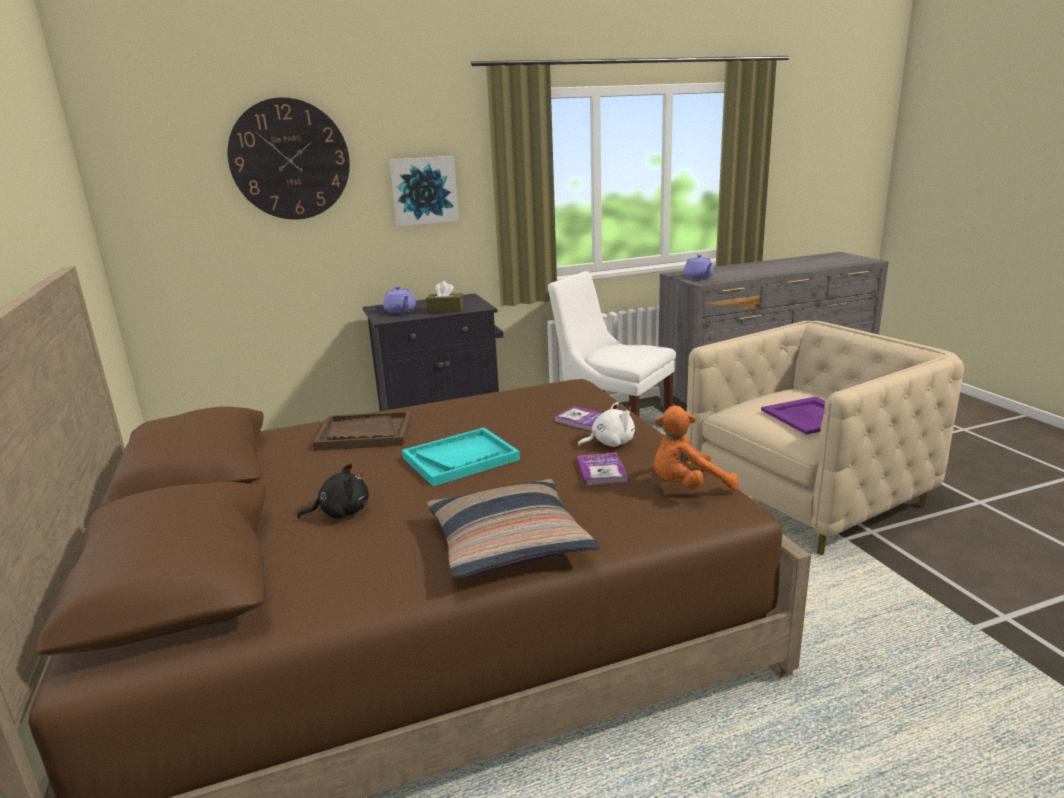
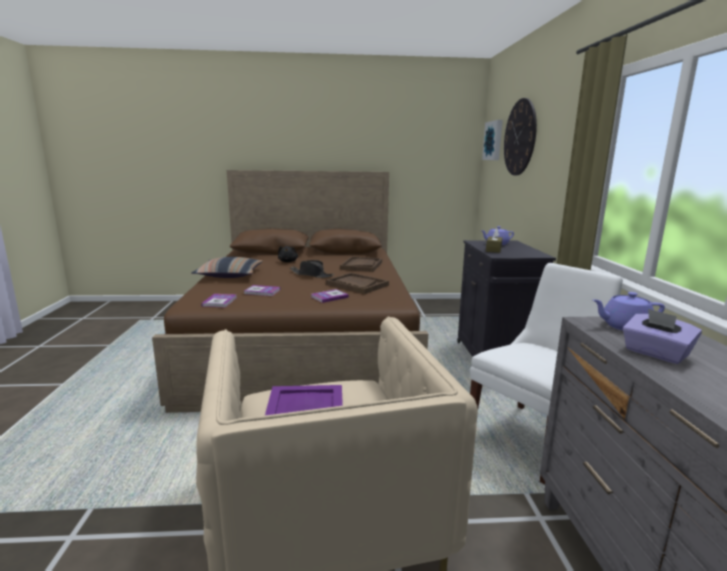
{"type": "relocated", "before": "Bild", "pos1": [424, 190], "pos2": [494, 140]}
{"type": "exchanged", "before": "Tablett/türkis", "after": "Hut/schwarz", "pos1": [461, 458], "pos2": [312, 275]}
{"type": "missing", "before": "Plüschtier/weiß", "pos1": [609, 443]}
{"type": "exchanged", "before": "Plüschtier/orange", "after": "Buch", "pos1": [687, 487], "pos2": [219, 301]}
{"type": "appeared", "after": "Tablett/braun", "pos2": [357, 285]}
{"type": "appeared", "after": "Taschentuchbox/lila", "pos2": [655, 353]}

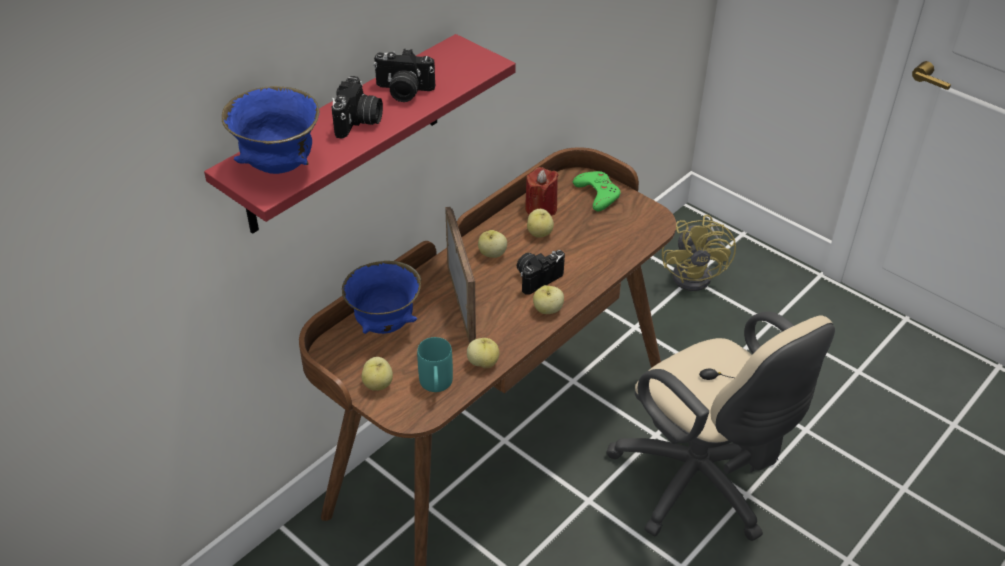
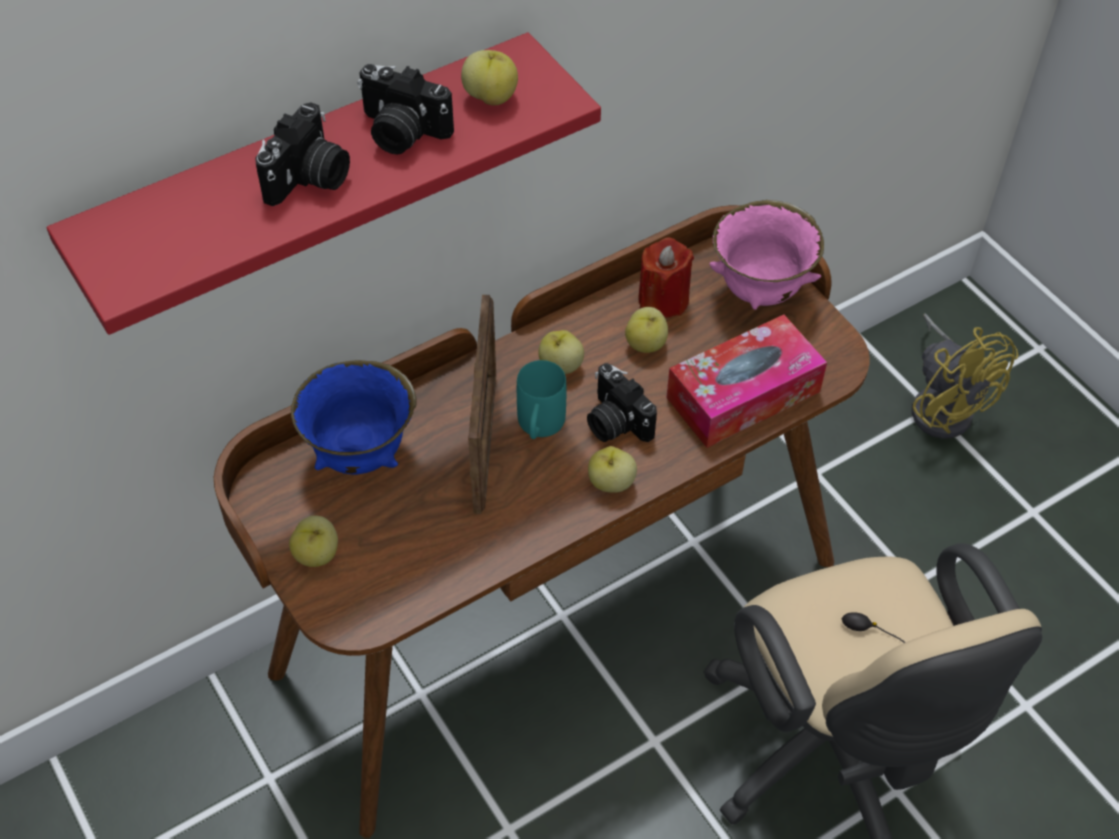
{"type": "missing", "before": "Schüssel/blau", "pos1": [279, 167]}
{"type": "relocated", "before": "Henkelbecher/türkis", "pos1": [436, 386], "pos2": [539, 428]}
{"type": "relocated", "before": "Apfel", "pos1": [483, 363], "pos2": [491, 97]}
{"type": "spun", "before": "Kamera", "pos1": [537, 278], "pos2": [614, 422], "turn": -105}
{"type": "exchanged", "before": "Gamepad/grün", "after": "Schüssel/rosa", "pos1": [597, 194], "pos2": [761, 291]}
{"type": "spun", "before": "Ventilator/gelb", "pos1": [697, 275], "pos2": [943, 404], "turn": -45}
{"type": "appeared", "after": "Taschentuchbox", "pos2": [743, 394]}

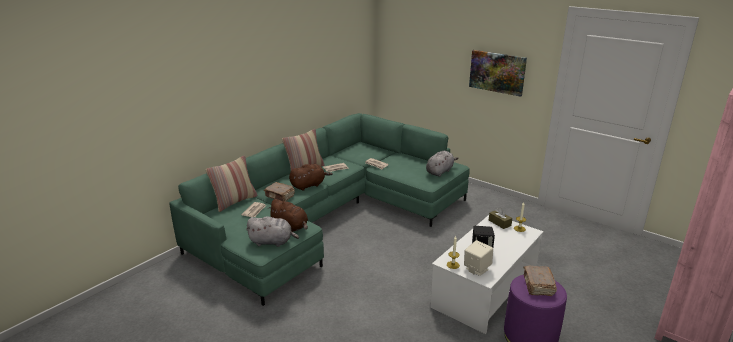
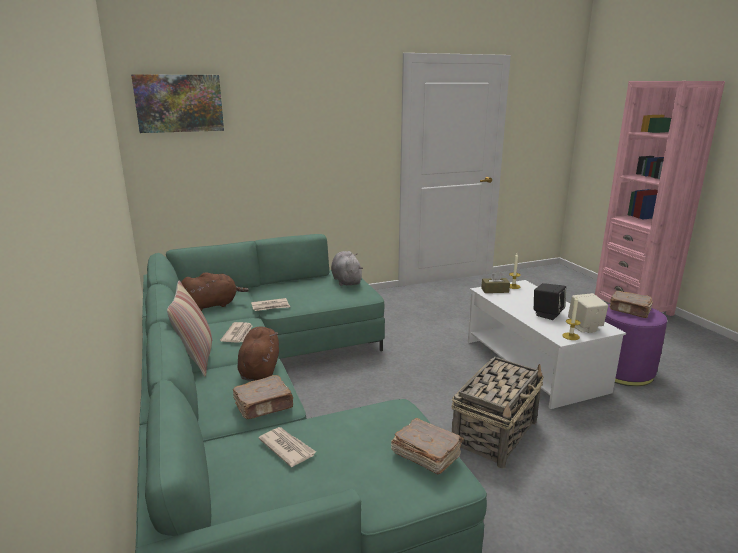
{"type": "missing", "before": "Kissen", "pos1": [234, 201]}
{"type": "exchanged", "before": "Plüschtier/grau", "after": "Buch/braun", "pos1": [272, 242], "pos2": [425, 454]}
{"type": "relocated", "before": "Plüschtier/braun", "pos1": [290, 227], "pos2": [213, 305]}
{"type": "relocated", "before": "Bild", "pos1": [497, 72], "pos2": [179, 103]}
{"type": "appeared", "after": "Korb", "pos2": [495, 433]}

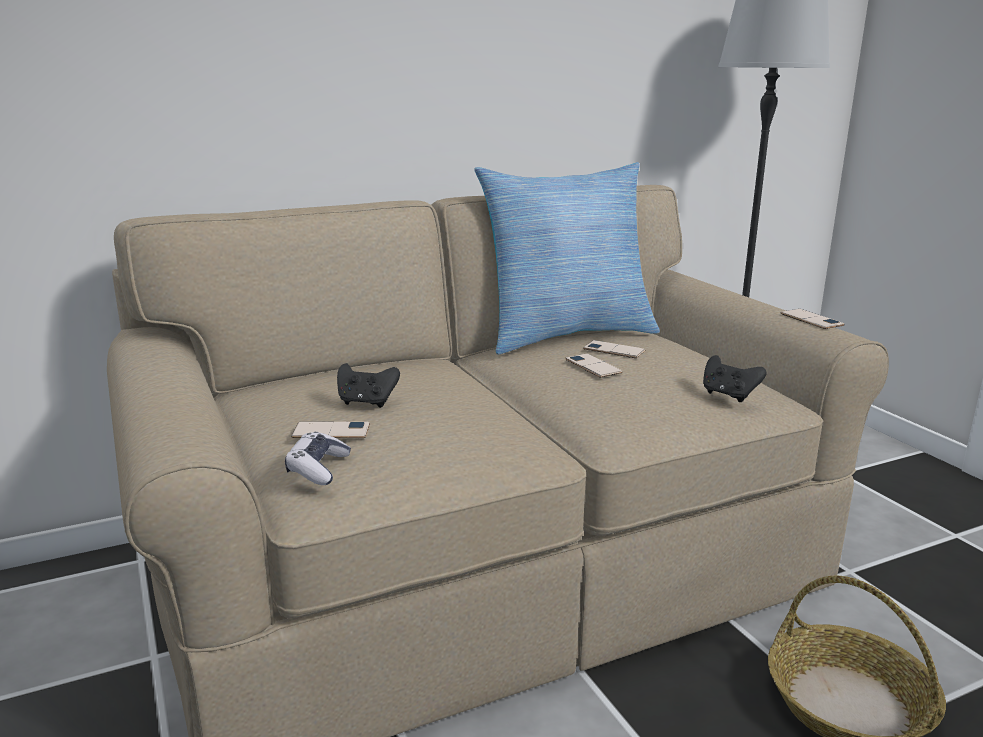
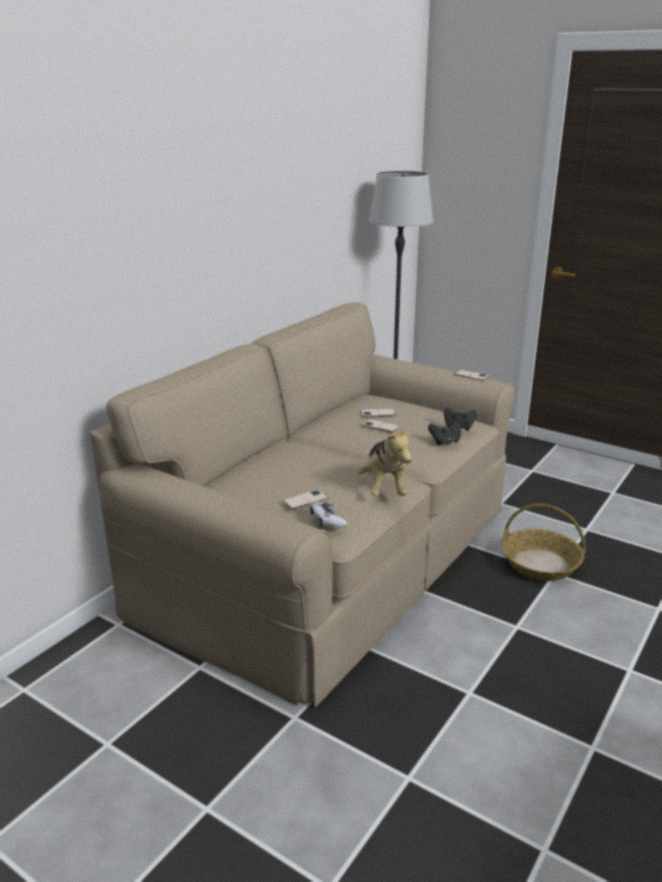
{"type": "relocated", "before": "Gamepad/schwarz", "pos1": [366, 402], "pos2": [445, 442]}
{"type": "missing", "before": "Kissen", "pos1": [565, 334]}
{"type": "appeared", "after": "Plüschtier", "pos2": [383, 488]}

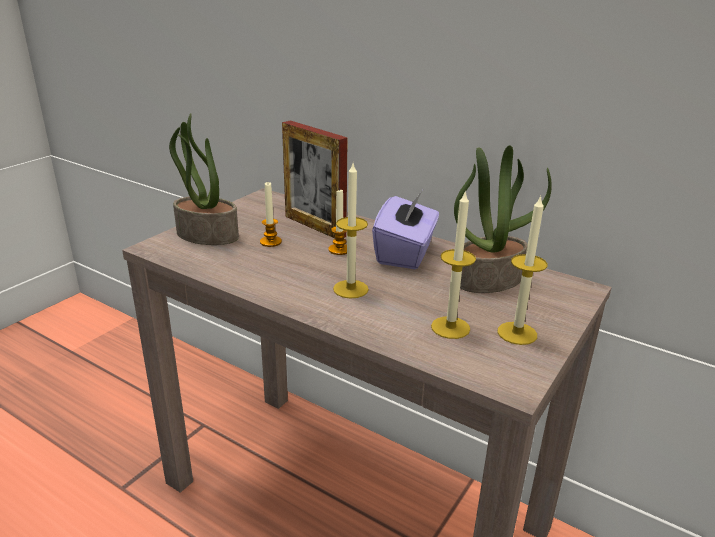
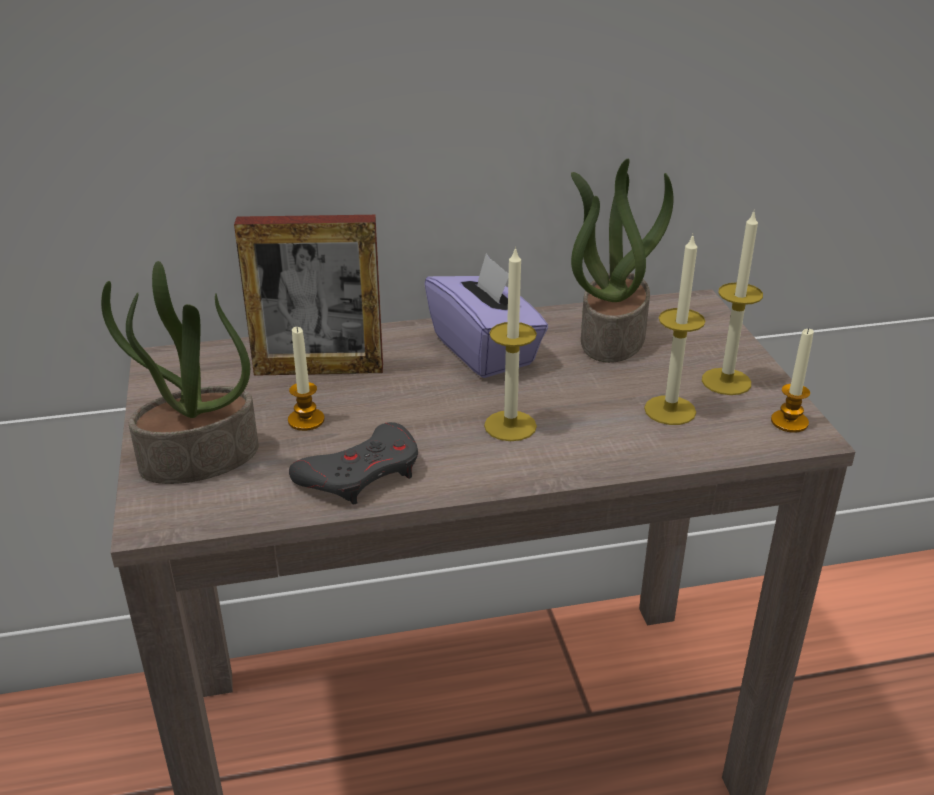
{"type": "relocated", "before": "Kerze", "pos1": [339, 250], "pos2": [789, 422]}
{"type": "appeared", "after": "Gamepad/grau", "pos2": [361, 473]}

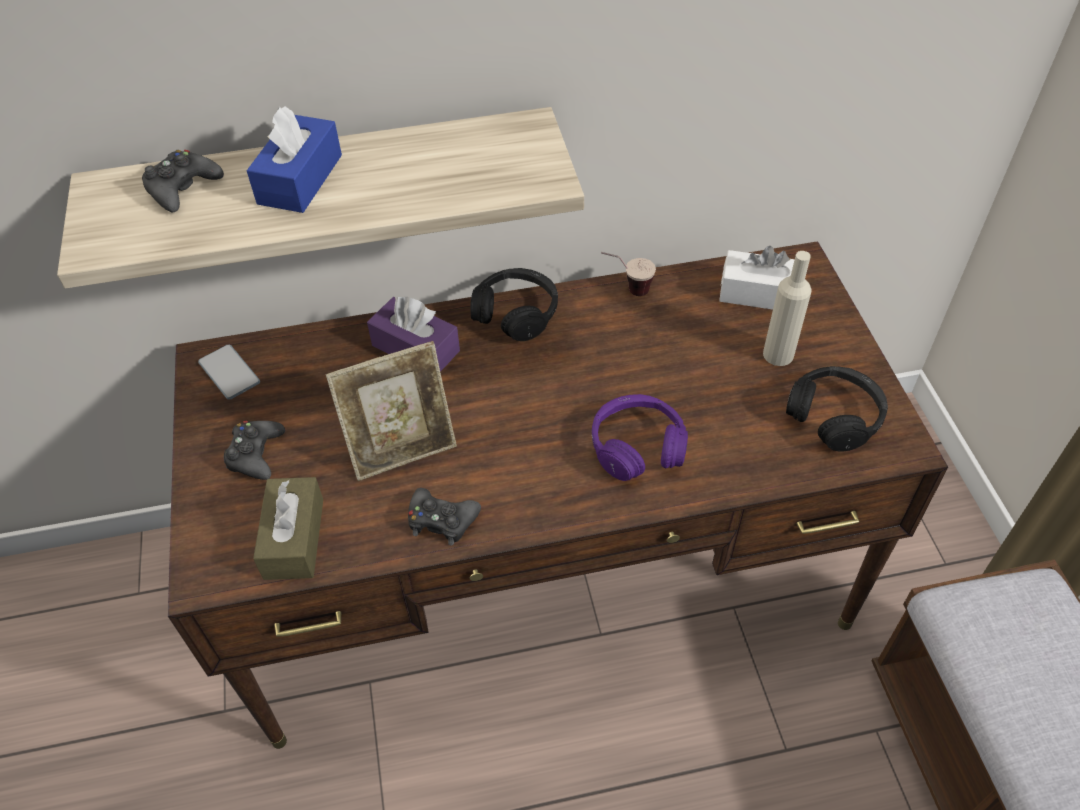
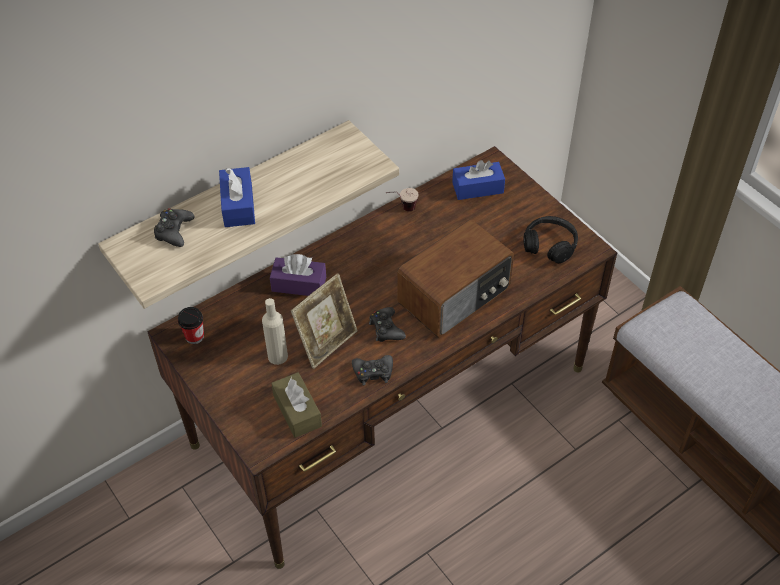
{"type": "exchanged", "before": "Handy", "after": "Tasse", "pos1": [229, 373], "pos2": [194, 336]}
{"type": "relocated", "before": "Gamepad/schwarz", "pos1": [255, 454], "pos2": [386, 329]}
{"type": "missing", "before": "Kopfhörer/schwarz", "pos1": [516, 313]}
{"type": "exchanged", "before": "Kopfhörer/lila", "after": "Radio", "pos1": [637, 446], "pos2": [455, 296]}
{"type": "colour", "before": "Taschentuchbox/weiß", "after": "Taschentuchbox/blau", "pos1": [759, 293], "pos2": [477, 188]}
{"type": "relocated", "before": "Flasche/beige", "pos1": [778, 354], "pos2": [277, 356]}

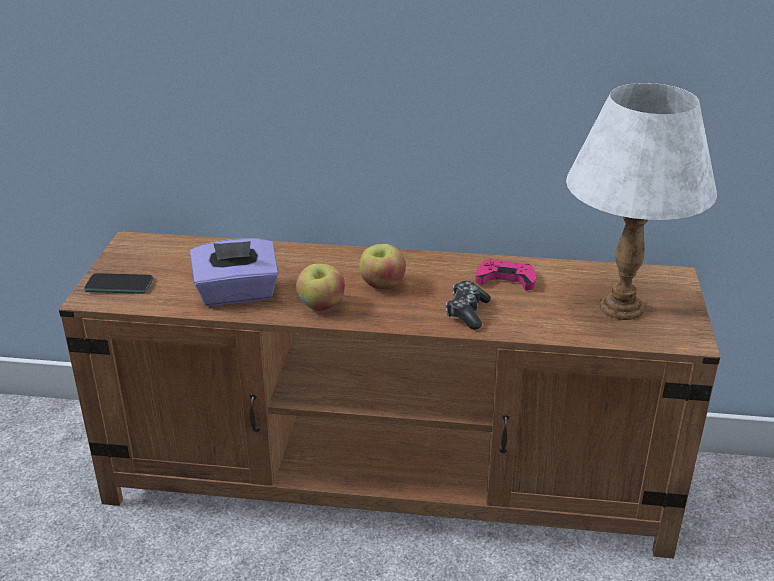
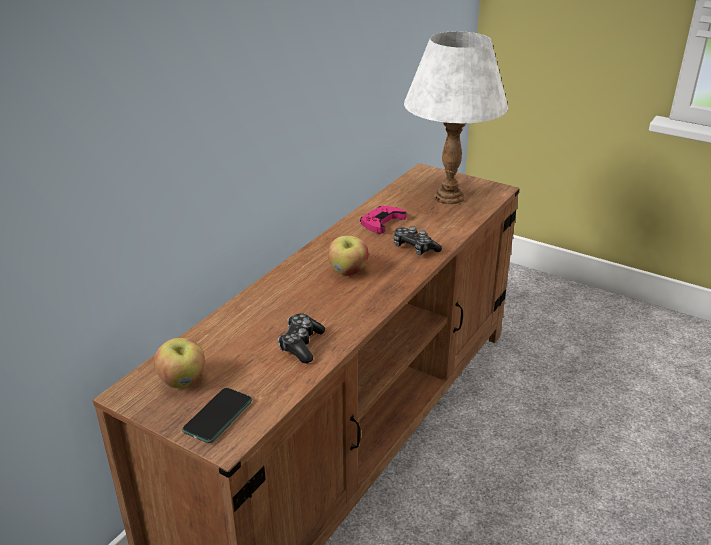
{"type": "exchanged", "before": "Taschentuchbox/lila", "after": "Gamepad", "pos1": [237, 294], "pos2": [301, 345]}
{"type": "relocated", "before": "Apfel", "pos1": [321, 306], "pos2": [183, 381]}

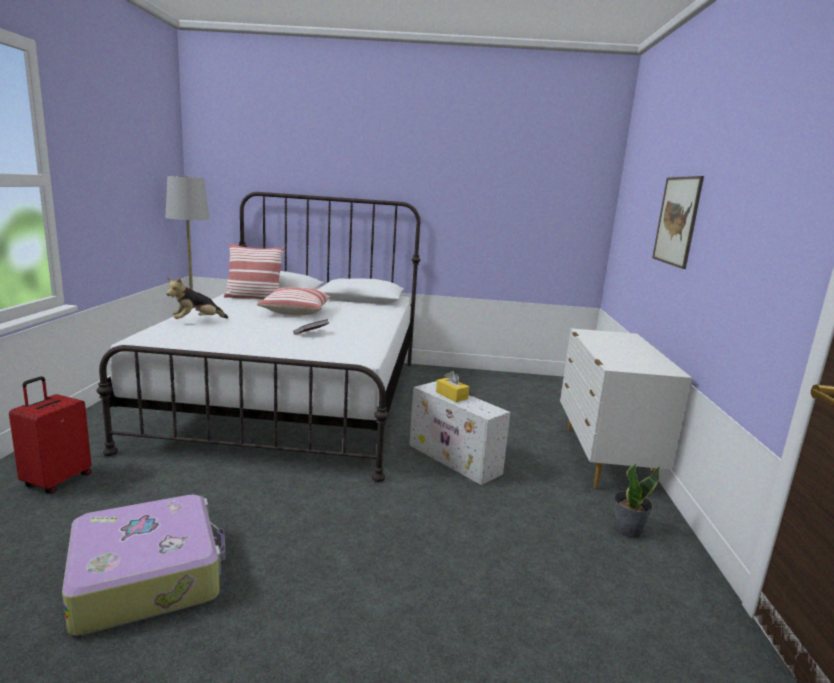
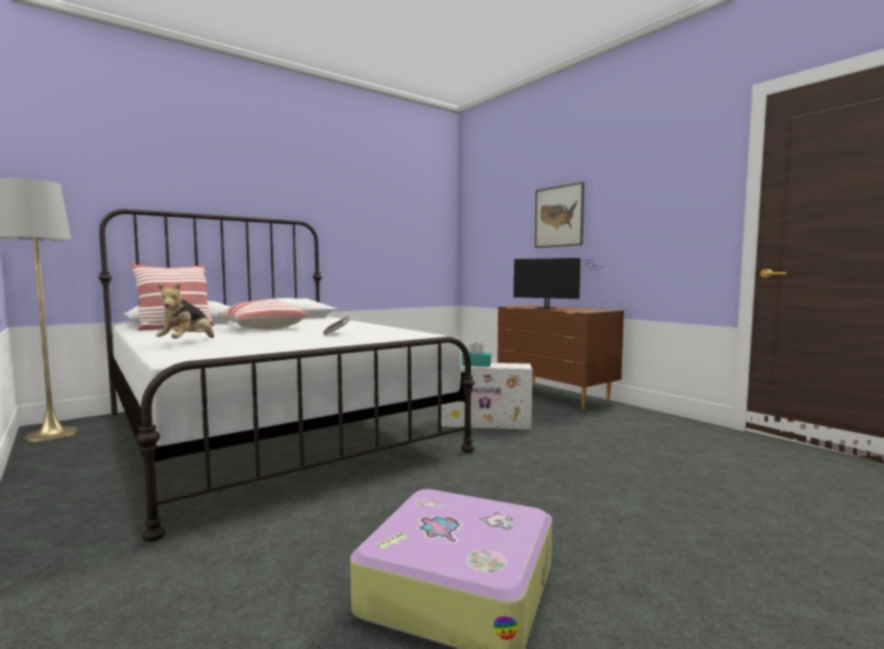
{"type": "missing", "before": "Koffer/rot", "pos1": [57, 481]}
{"type": "colour", "before": "Taschentuchbox/gelb", "after": "Taschentuchbox/türkis", "pos1": [451, 395], "pos2": [476, 365]}
{"type": "colour", "before": "Kommode/weiß", "after": "Kommode/braun", "pos1": [604, 458], "pos2": [555, 396]}
{"type": "missing", "before": "Topfpflanze", "pos1": [627, 530]}
{"type": "appeared", "after": "Monitor", "pos2": [549, 308]}

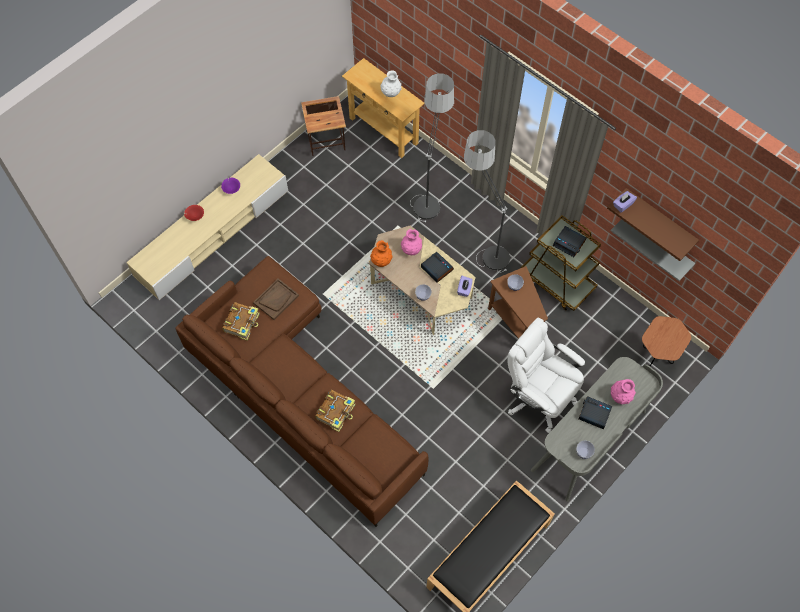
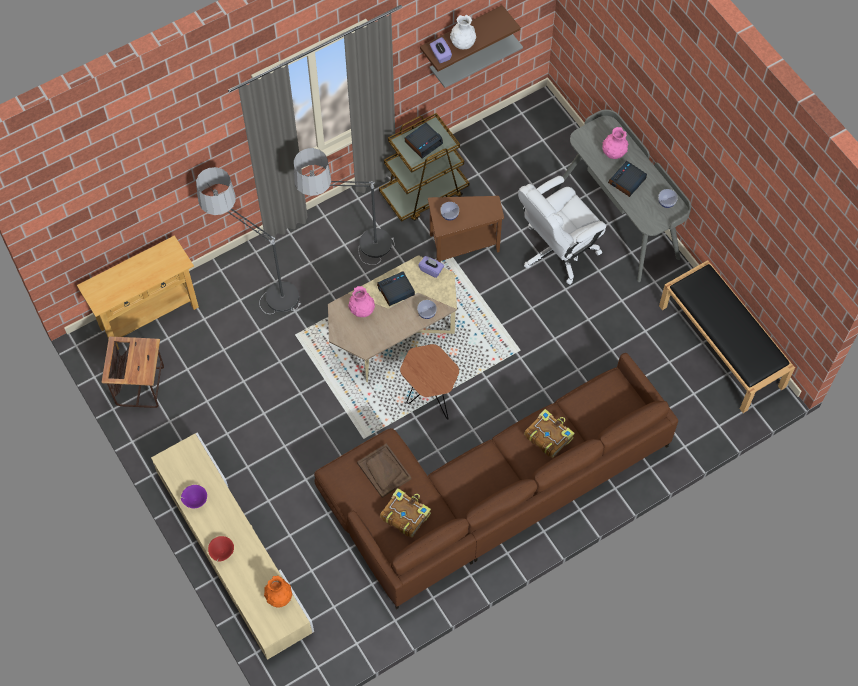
{"type": "relocated", "before": "Vase/orange", "pos1": [381, 261], "pos2": [279, 597]}
{"type": "relocated", "before": "Vase/weiß", "pos1": [391, 93], "pos2": [463, 44]}
{"type": "relocated", "before": "Beistelltisch/braun", "pos1": [653, 362], "pos2": [429, 399]}

